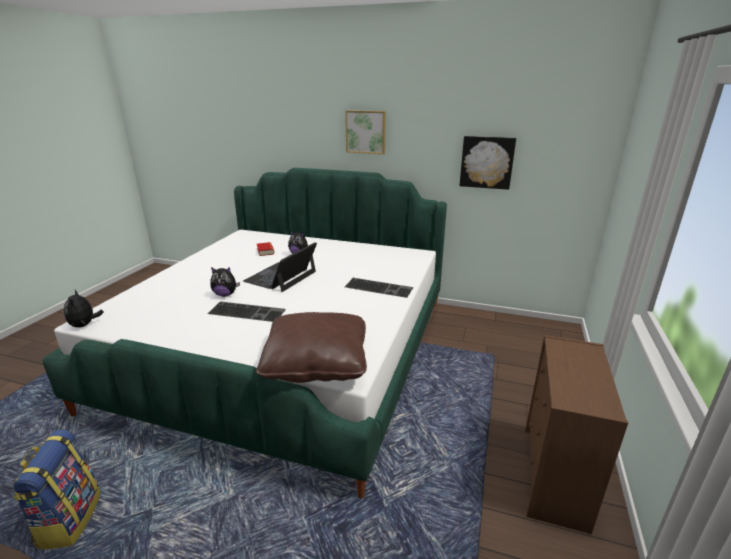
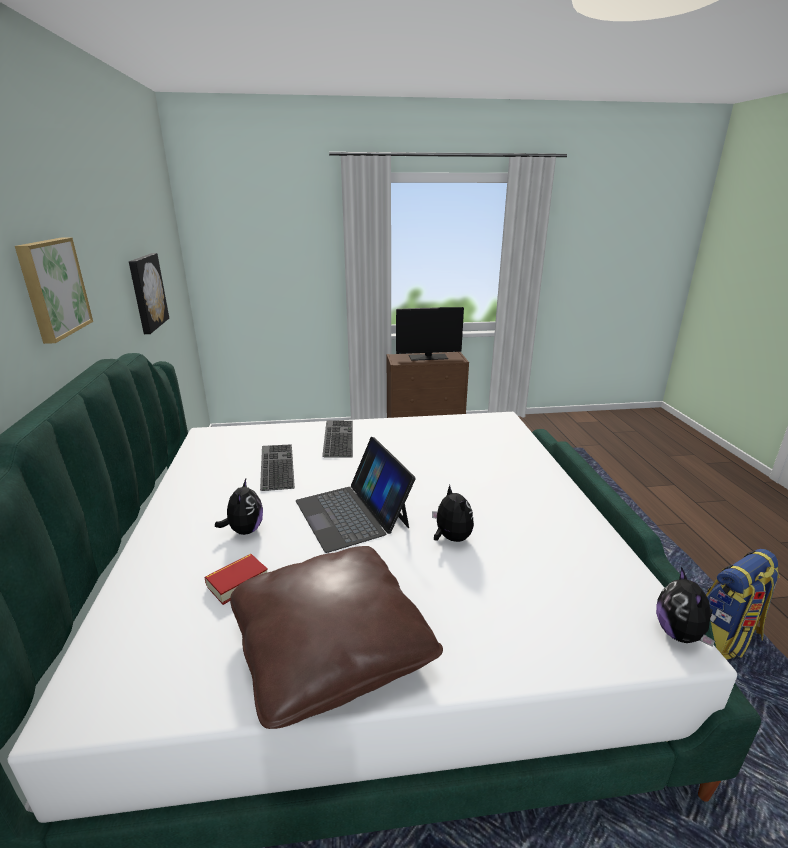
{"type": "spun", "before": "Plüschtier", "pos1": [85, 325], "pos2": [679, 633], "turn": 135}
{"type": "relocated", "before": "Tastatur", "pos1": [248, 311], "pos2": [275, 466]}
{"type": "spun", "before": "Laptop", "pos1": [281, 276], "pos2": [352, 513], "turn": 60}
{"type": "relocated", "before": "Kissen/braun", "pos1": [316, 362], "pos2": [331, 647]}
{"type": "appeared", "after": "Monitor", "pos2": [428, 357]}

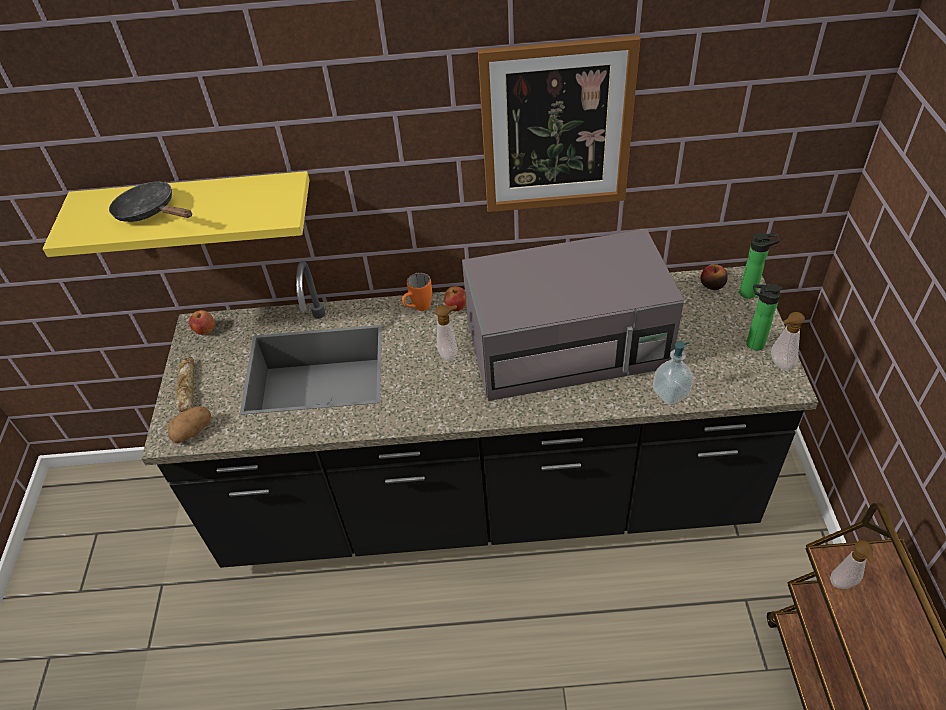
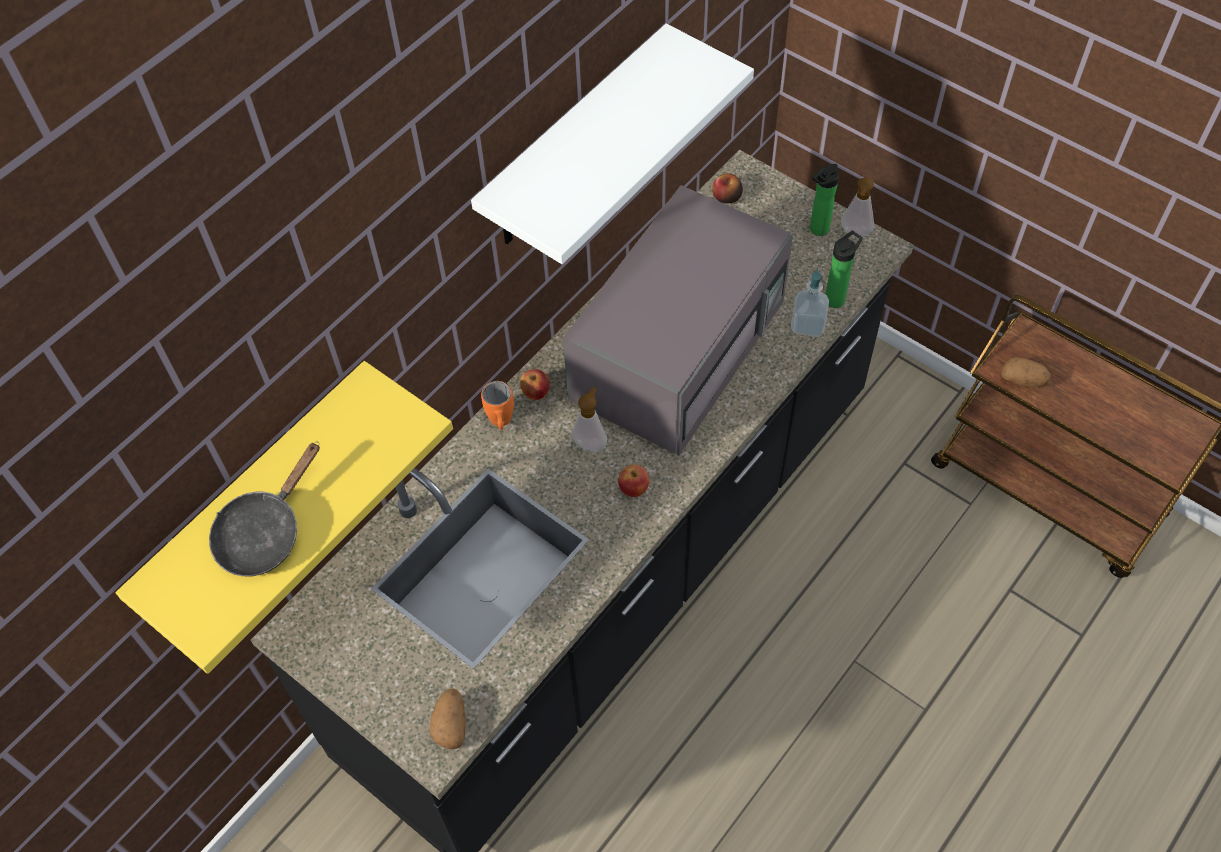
{"type": "spun", "before": "Pfanne/schwarz", "pos1": [151, 212], "pos2": [264, 532], "turn": -45}
{"type": "missing", "before": "Brot", "pos1": [186, 388]}
{"type": "relocated", "before": "Apfel", "pos1": [205, 331], "pos2": [634, 489]}
{"type": "exchanged", "before": "Bild", "after": "Wandregal/weiß", "pos1": [556, 129], "pos2": [574, 142]}
{"type": "relocated", "before": "Flasche", "pos1": [750, 293], "pos2": [837, 298]}
{"type": "exchanged", "before": "Seifenspender", "after": "Kartoffel", "pos1": [844, 584], "pos2": [1023, 380]}

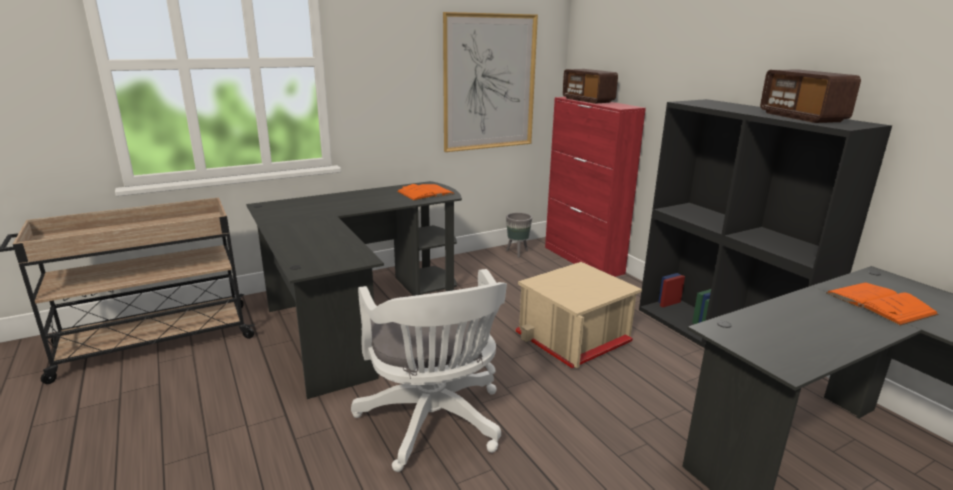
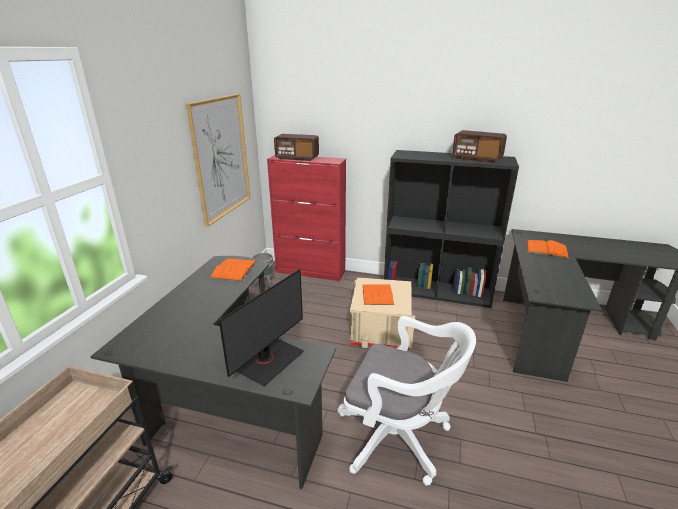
{"type": "appeared", "after": "Monitor", "pos2": [268, 360]}
{"type": "appeared", "after": "Buch/orange", "pos2": [377, 294]}

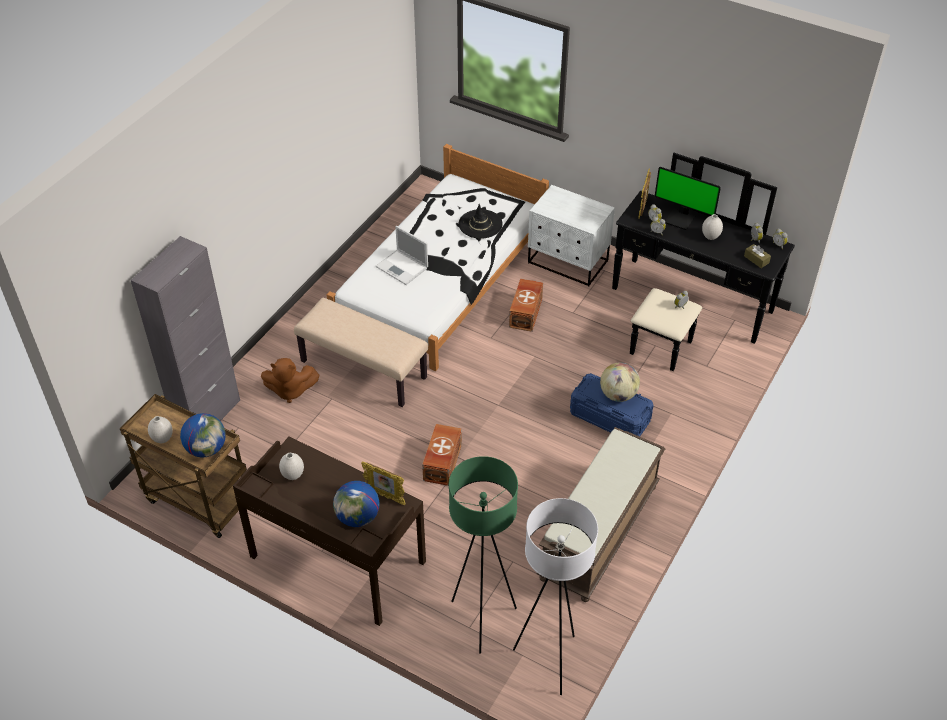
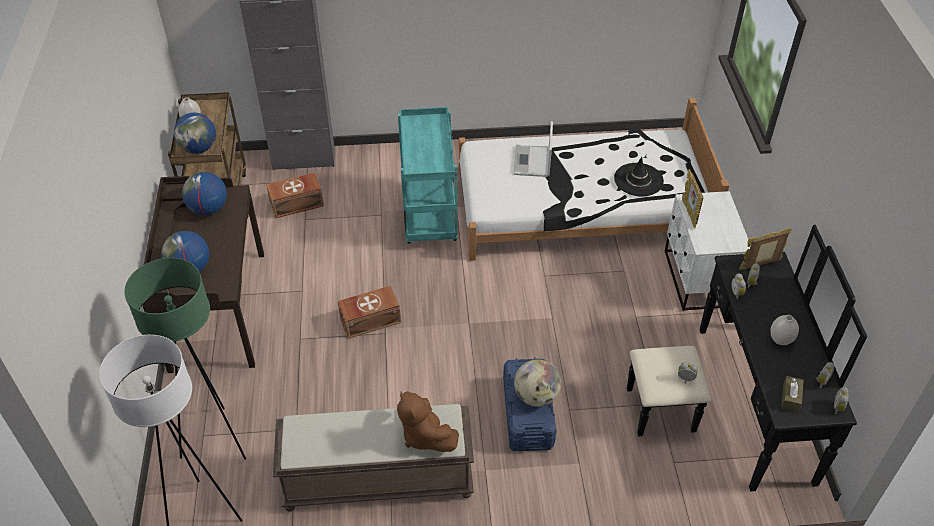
{"type": "relocated", "before": "Plüschtier/braun", "pos1": [290, 390], "pos2": [424, 435]}
{"type": "exchanged", "before": "Vase/weiß", "after": "Globus", "pos1": [293, 475], "pos2": [208, 209]}
{"type": "exchanged", "before": "Bank/beige", "after": "Rollwagen/türkis", "pos1": [364, 369], "pos2": [430, 216]}
{"type": "relocated", "before": "Bilderrahmen", "pos1": [385, 496], "pos2": [689, 213]}
{"type": "relocated", "before": "Aufbewahrungsbox/braun", "pos1": [526, 312], "pos2": [297, 204]}
{"type": "missing", "before": "Monitor", "pos1": [680, 219]}

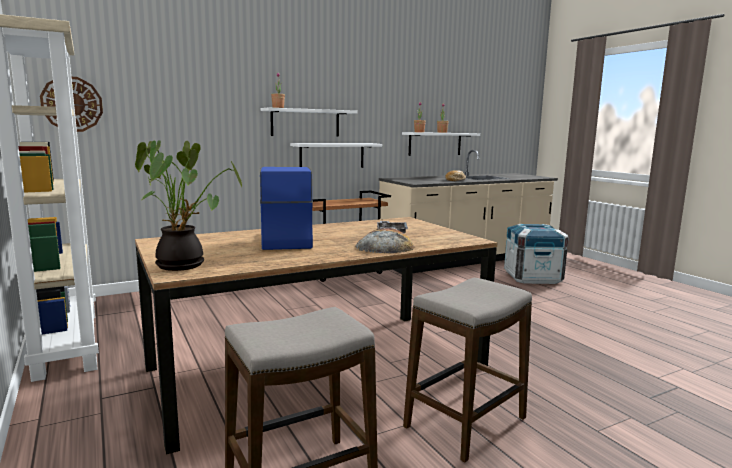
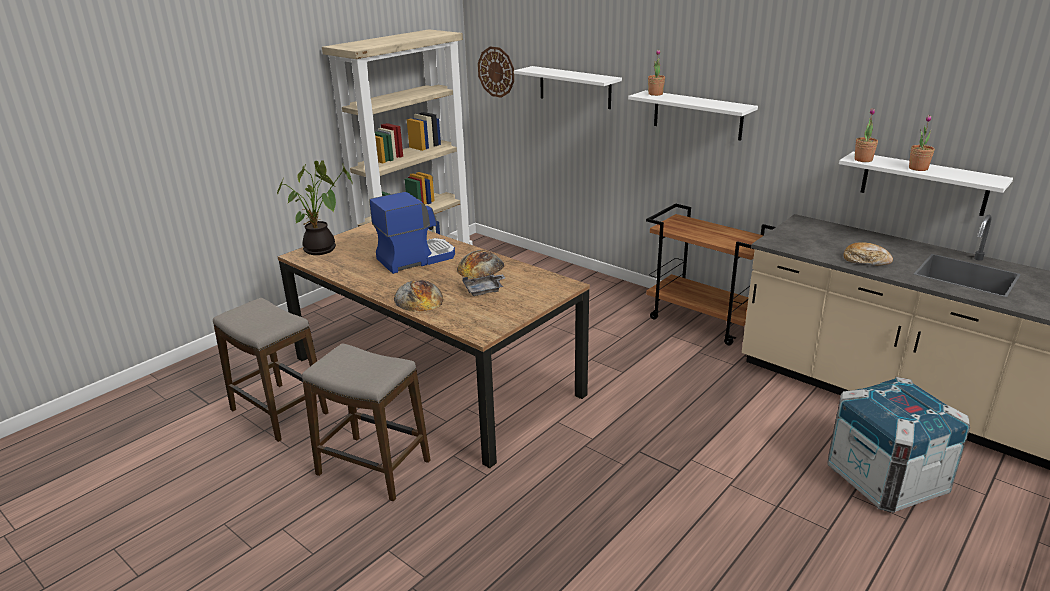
{"type": "relocated", "before": "Wandregal/weiß", "pos1": [332, 155], "pos2": [575, 87]}
{"type": "appeared", "after": "Brot", "pos2": [480, 267]}

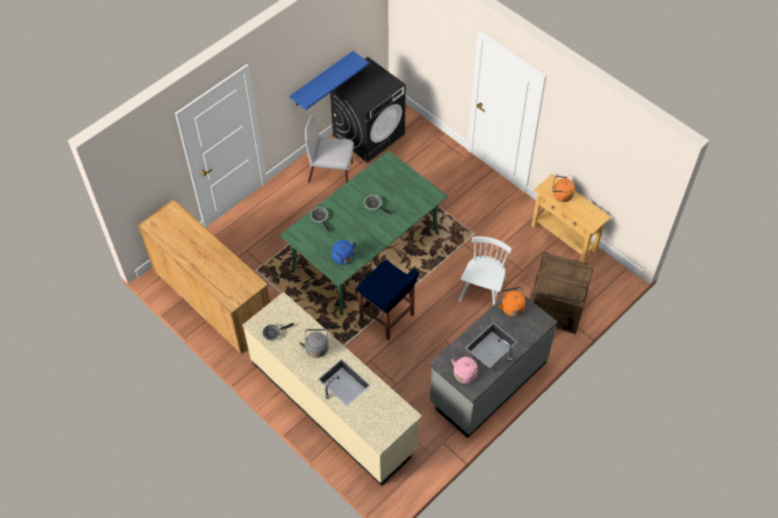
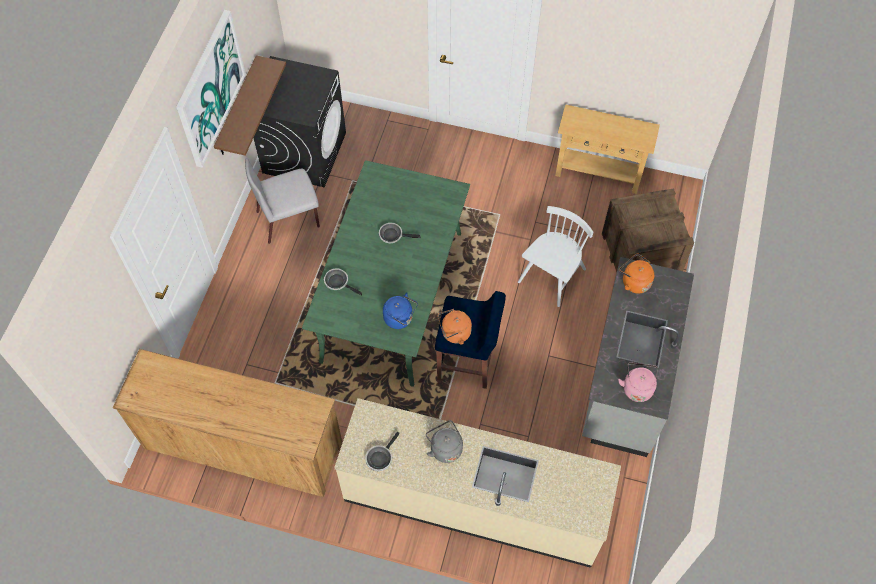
{"type": "colour", "before": "Wandregal/blau", "after": "Wandregal/braun", "pos1": [322, 79], "pos2": [237, 108]}
{"type": "spun", "before": "Stuhl/weiß", "pos1": [483, 291], "pos2": [552, 276], "turn": 45}
{"type": "relocated", "before": "Wasserkessel/orange", "pos1": [561, 195], "pos2": [454, 333]}
{"type": "appeared", "after": "Bild", "pos2": [210, 88]}

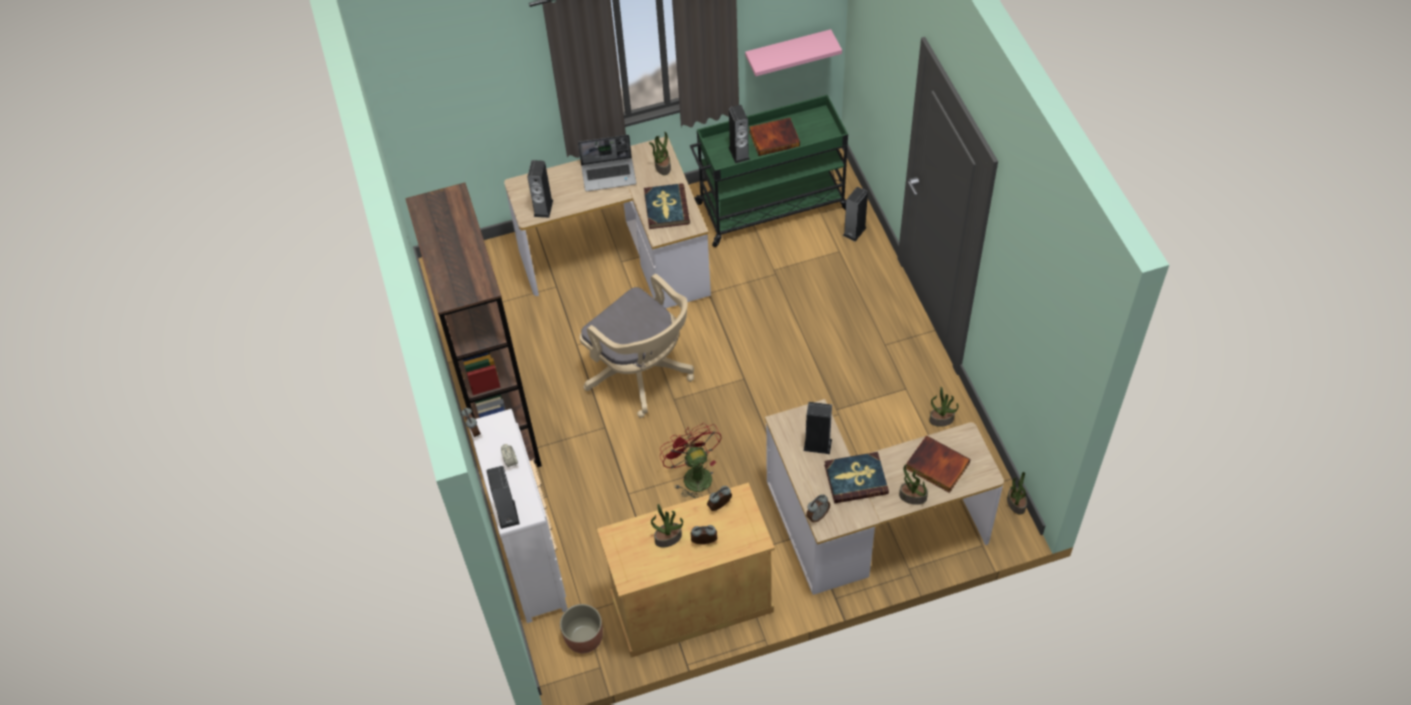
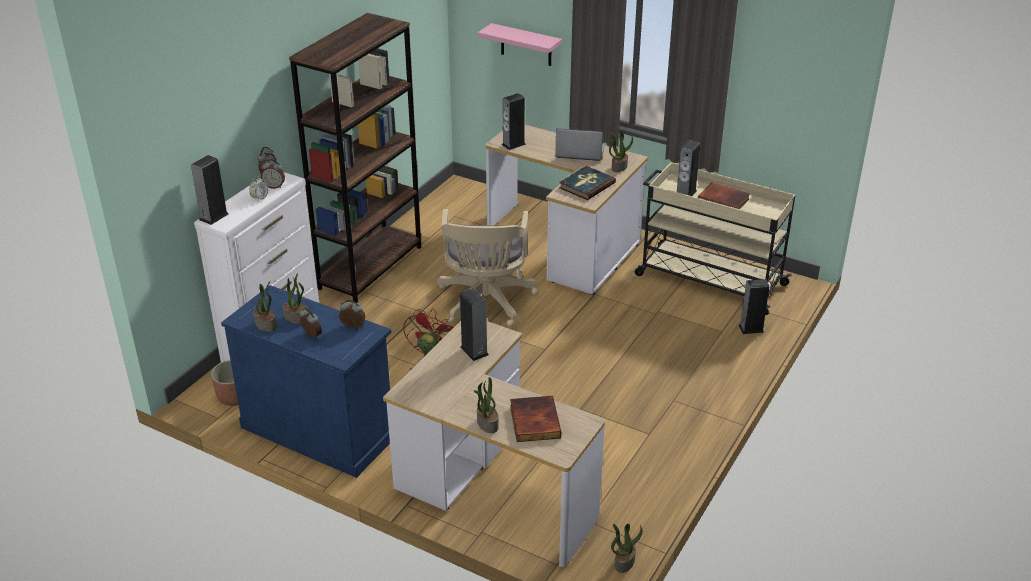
{"type": "spun", "before": "Laptop", "pos1": [609, 175], "pos2": [579, 152], "turn": 150}
{"type": "colour", "before": "Schrank/beige", "after": "Schrank/blau", "pos1": [691, 603], "pos2": [319, 431]}
{"type": "colour", "before": "Rollwagen/grün", "after": "Rollwagen/beige", "pos1": [770, 206], "pos2": [709, 280]}
{"type": "relocated", "before": "Wandregal/rosa", "pos1": [788, 52], "pos2": [526, 45]}
{"type": "relocated", "before": "Wecker", "pos1": [817, 515], "pos2": [274, 186]}
{"type": "missing", "before": "Buch", "pos1": [855, 479]}
{"type": "relocated", "before": "Topfpflanze", "pos1": [941, 419], "pos2": [266, 325]}

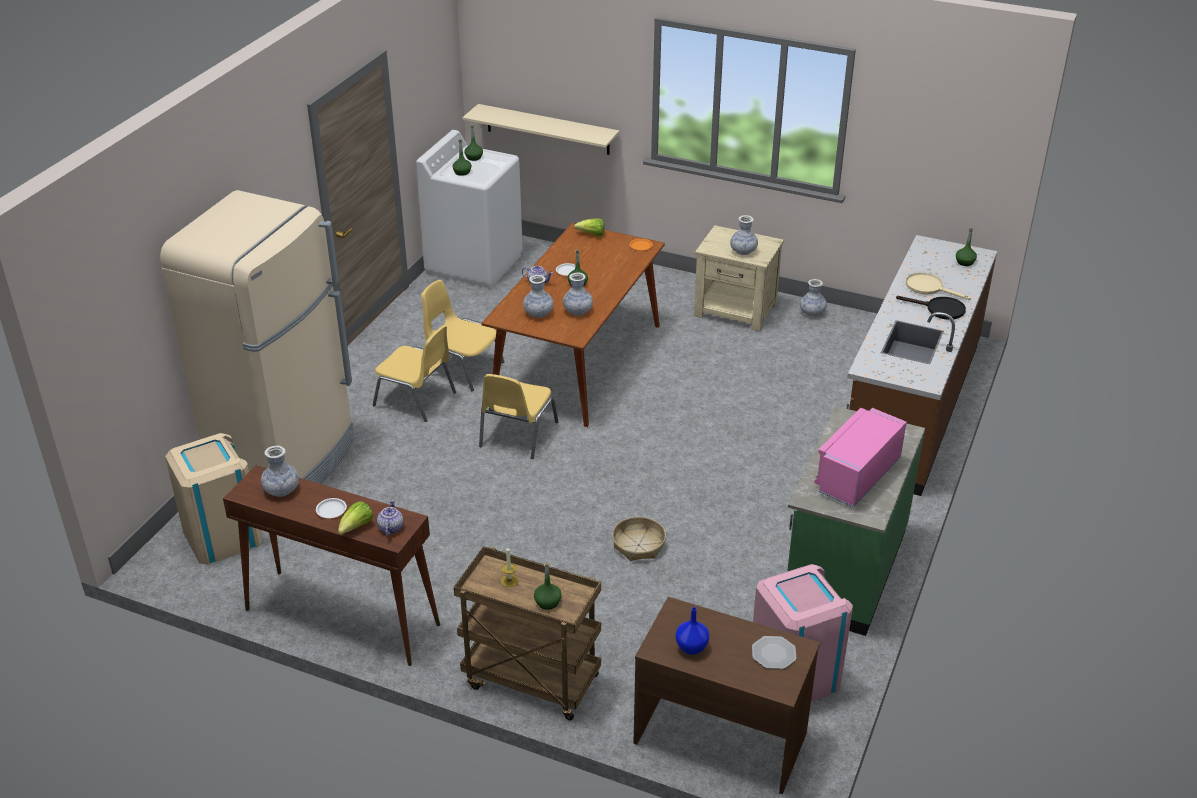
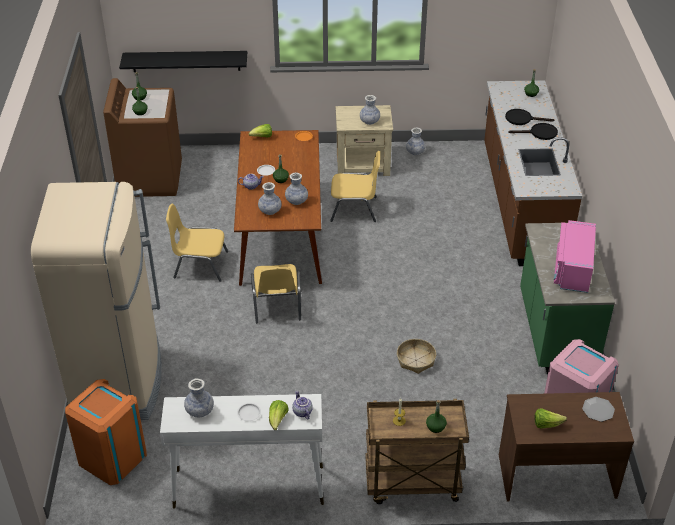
{"type": "colour", "before": "Mülleimer/beige", "after": "Mülleimer/orange", "pos1": [222, 536], "pos2": [112, 457]}
{"type": "colour", "before": "Konsolentisch/braun", "after": "Konsolentisch/weiß", "pos1": [341, 617], "pos2": [248, 487]}
{"type": "relocated", "before": "Stuhl/gelb", "pos1": [416, 399], "pos2": [354, 209]}
{"type": "colour", "before": "Waschmaschine/weiß", "after": "Waschmaschine/braun", "pos1": [474, 264], "pos2": [150, 178]}
{"type": "colour", "before": "Wandregal/beige", "after": "Wandregal/schwarz", "pos1": [547, 129], "pos2": [186, 61]}
{"type": "exchanged", "before": "Vase/blau", "after": "Salatkopf", "pos1": [691, 647], "pos2": [546, 424]}
{"type": "colour", "before": "Pfanne/beige", "after": "Pfanne/schwarz", "pos1": [929, 288], "pos2": [522, 119]}

